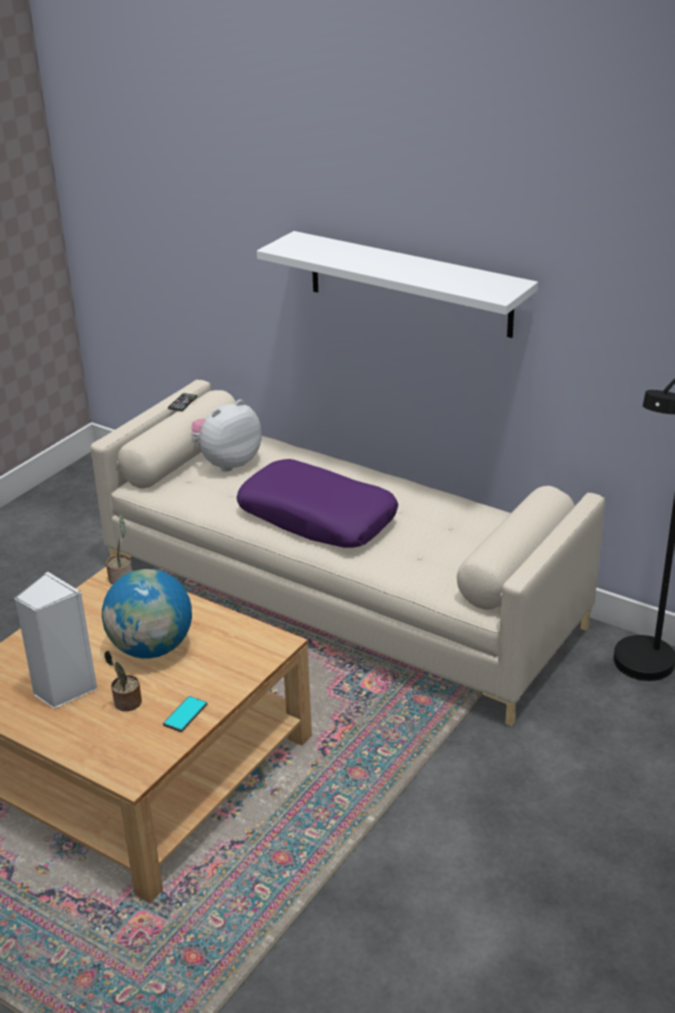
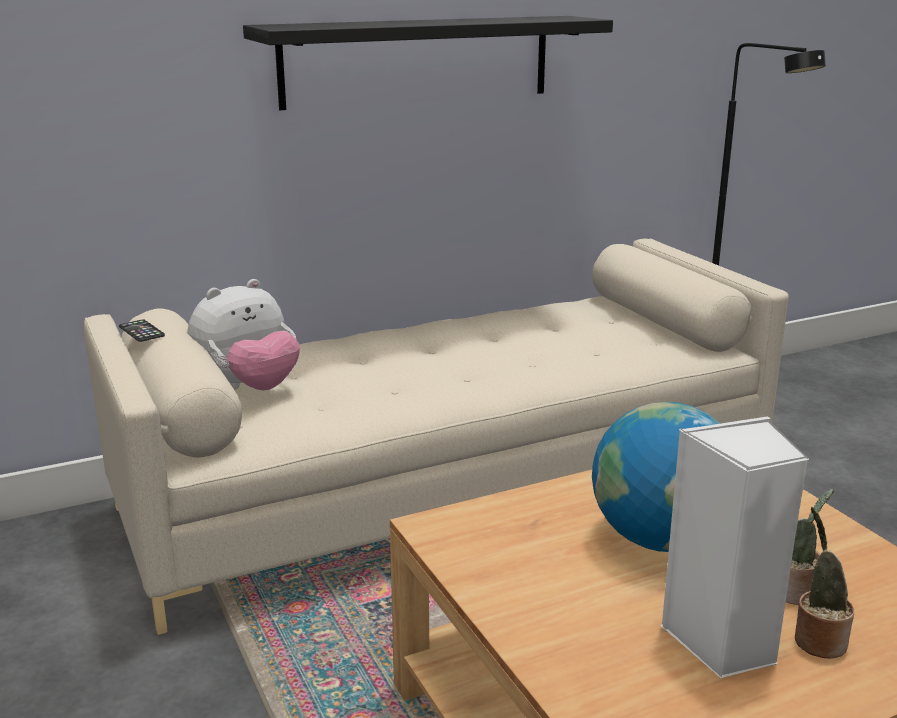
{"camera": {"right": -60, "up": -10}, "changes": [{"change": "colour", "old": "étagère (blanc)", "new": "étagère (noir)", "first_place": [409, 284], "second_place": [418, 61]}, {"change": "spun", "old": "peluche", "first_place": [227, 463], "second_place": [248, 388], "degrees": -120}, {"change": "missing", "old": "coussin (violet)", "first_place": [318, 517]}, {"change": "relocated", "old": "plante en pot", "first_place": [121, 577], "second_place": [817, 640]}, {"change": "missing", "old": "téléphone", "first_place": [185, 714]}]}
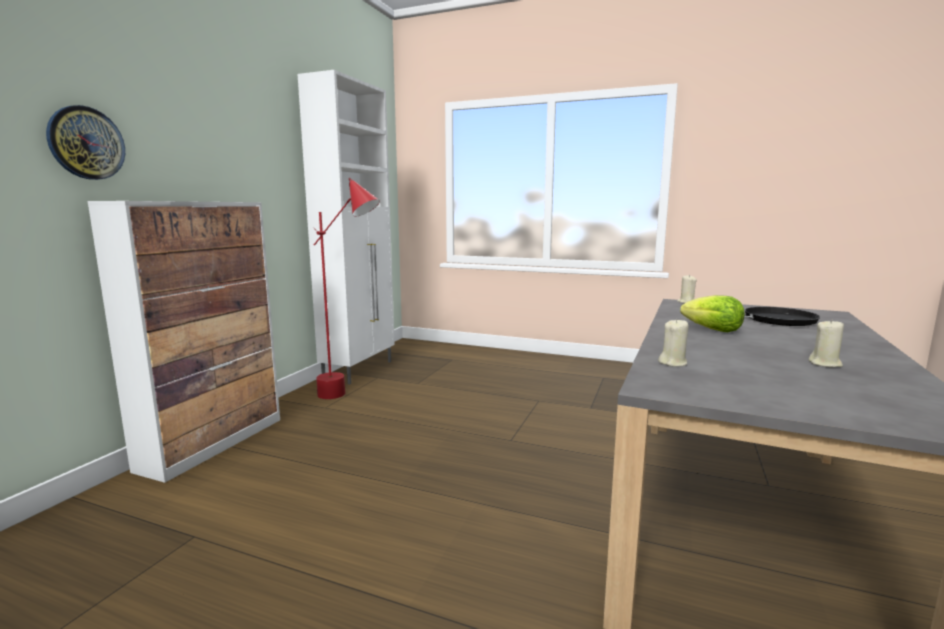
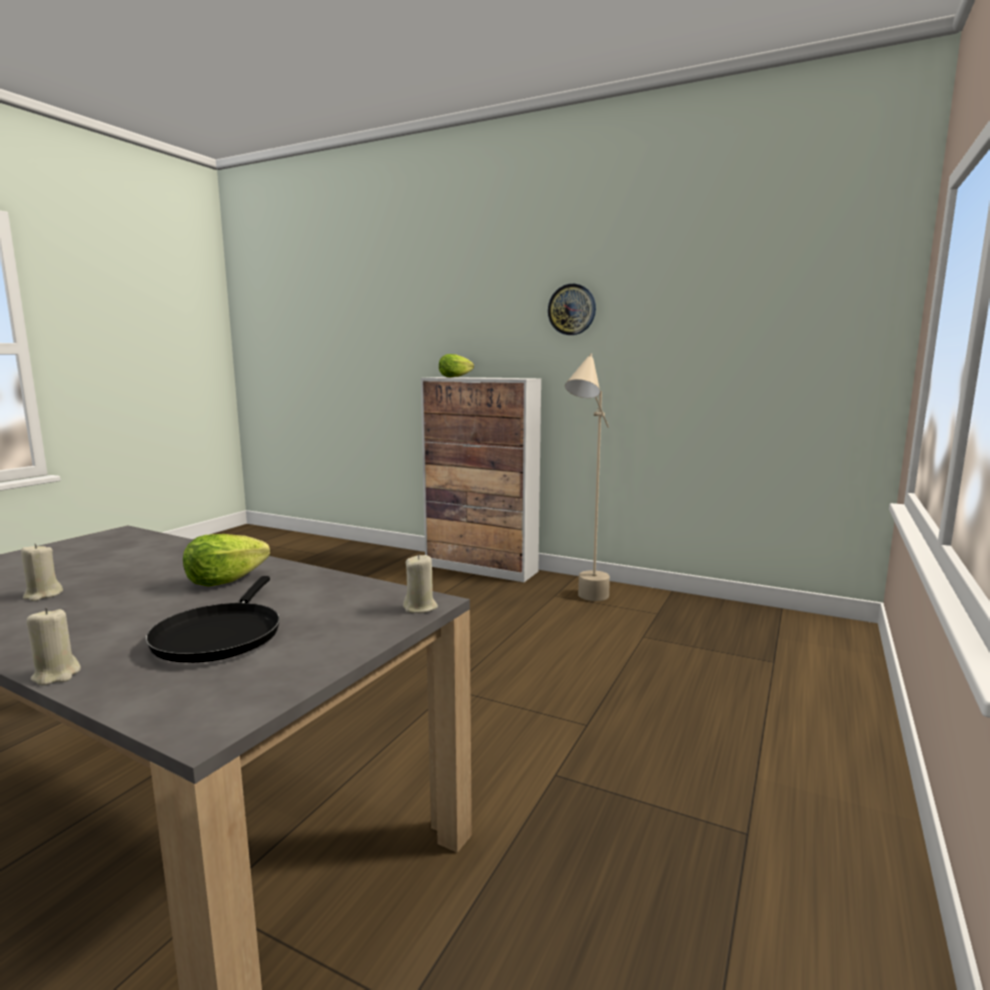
{"camera": {"right": 95, "up": 0}, "changes": [{"change": "missing", "old": "meuble de rangement (blanc)", "first_place": [360, 370]}, {"change": "relocated", "old": "horloge murale", "first_place": [86, 143], "second_place": [572, 309]}, {"change": "colour", "old": "lampadaire (rouge)", "new": "lampadaire (beige)", "first_place": [351, 397], "second_place": [586, 604]}, {"change": "relocated", "old": "bougie (beige)", "first_place": [673, 363], "second_place": [56, 675]}, {"change": "appeared", "new": "laitue", "second_place": [454, 377]}]}
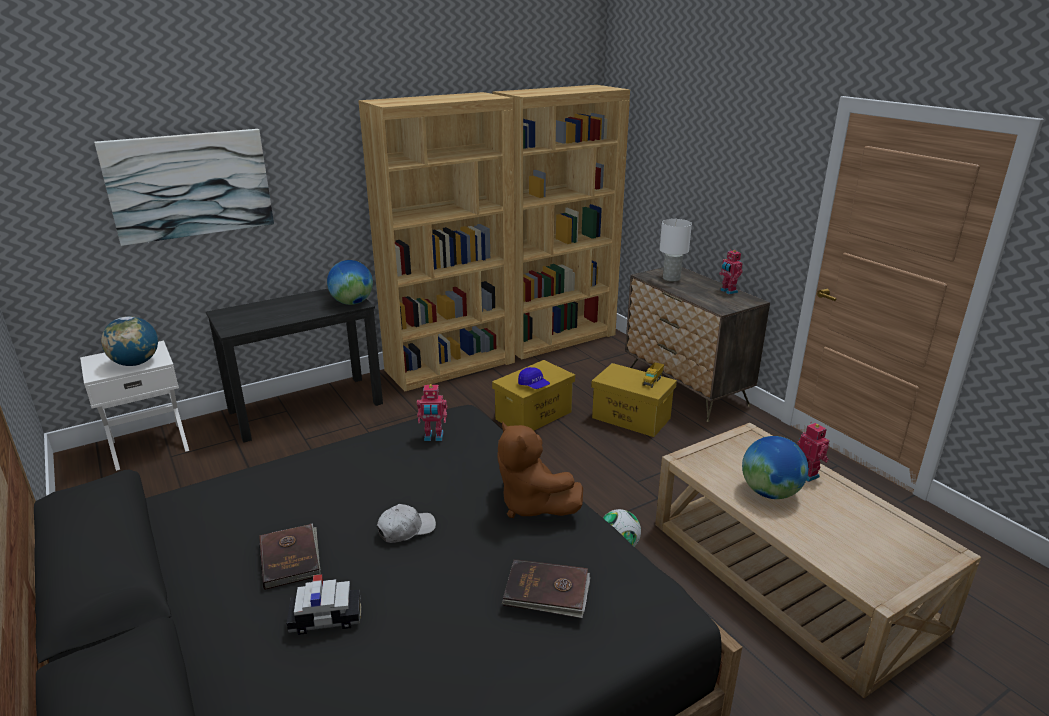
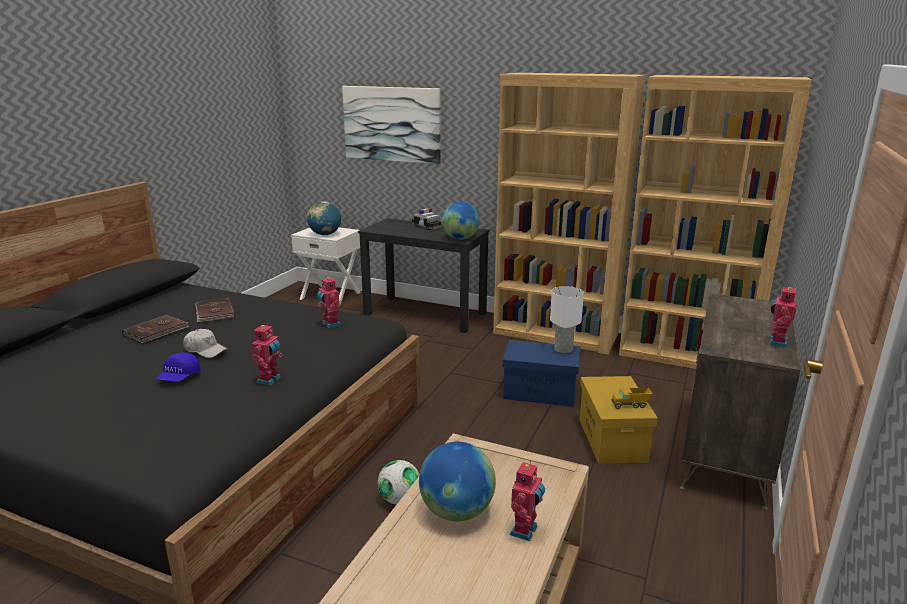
{"camera": {"right": 55, "up": -5}, "changes": [{"change": "relocated", "old": "lampe de table (blanc)", "first_place": [671, 278], "second_place": [563, 349]}, {"change": "colour", "old": "boîte de rangement (jaune)", "new": "boîte de rangement (bleu)", "first_place": [534, 415], "second_place": [540, 392]}, {"change": "relocated", "old": "casquette (bleu)", "first_place": [533, 385], "second_place": [179, 377]}, {"change": "exchanged", "old": "peluche (marron)", "new": "robot jouet", "first_place": [532, 505], "second_place": [270, 380]}, {"change": "relocated", "old": "livre (marron)", "first_place": [547, 591], "second_place": [214, 313]}, {"change": "relocated", "old": "petite voiture", "first_place": [326, 618], "second_place": [426, 226]}]}
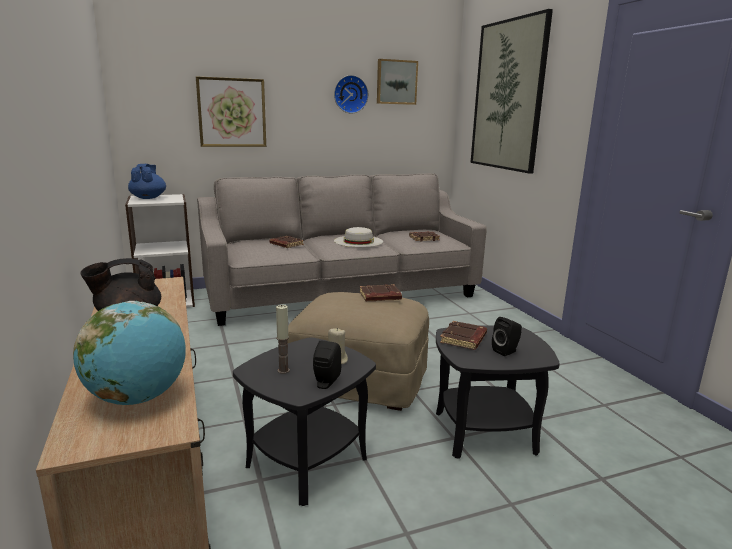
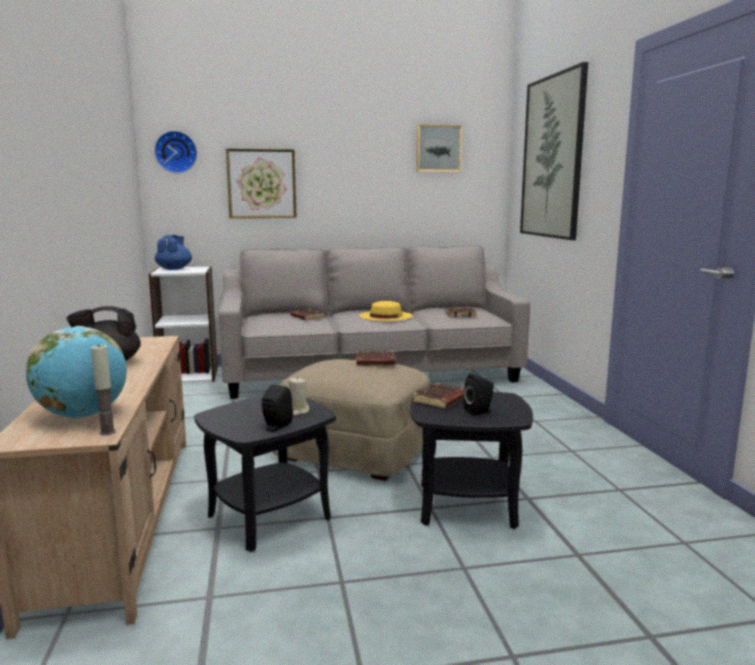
{"camera": {"right": 10, "up": -5}, "changes": [{"change": "relocated", "old": "horloge murale", "first_place": [350, 94], "second_place": [176, 152]}, {"change": "colour", "old": "chapeau (blanc)", "new": "chapeau (jaune)", "first_place": [358, 241], "second_place": [386, 316]}, {"change": "relocated", "old": "bougie", "first_place": [283, 370], "second_place": [107, 432]}]}
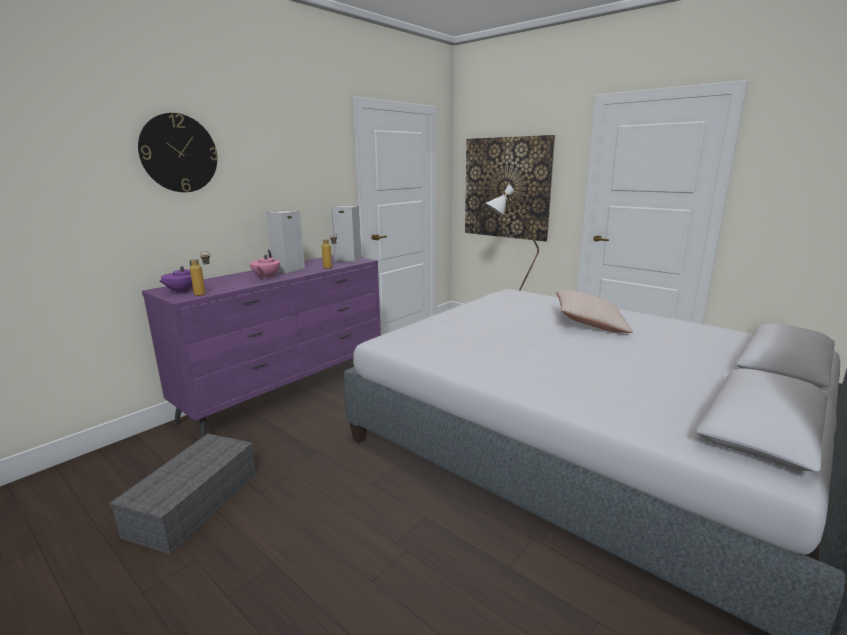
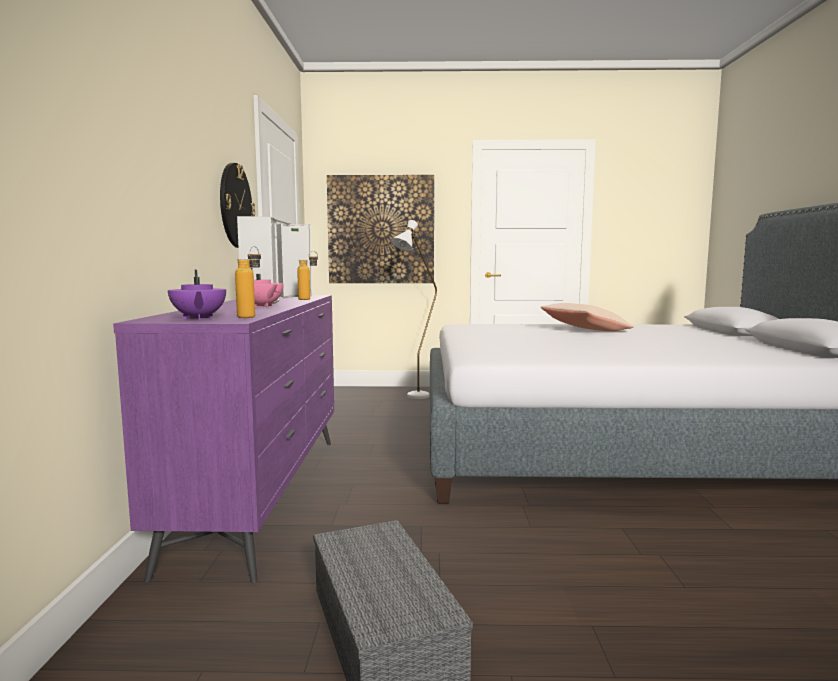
{"camera": {"right": -40, "up": -10}, "changes": [{"change": "relocated", "old": "horloge murale", "first_place": [179, 153], "second_place": [235, 206]}]}
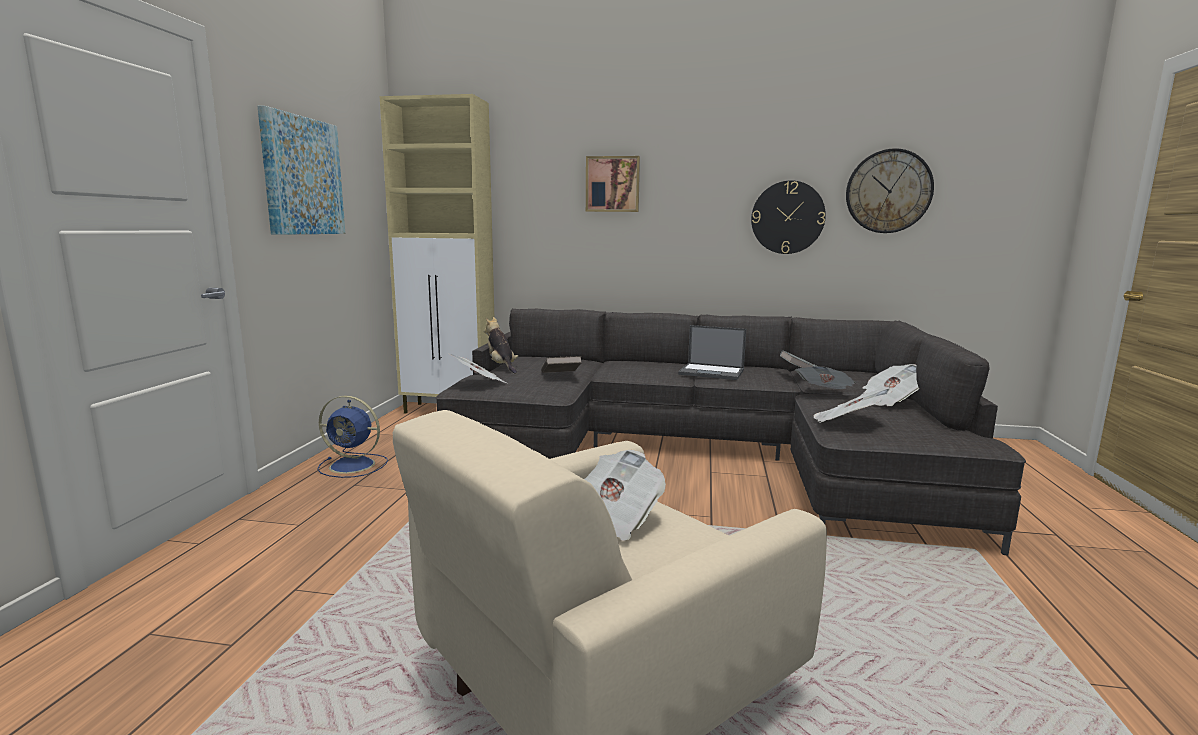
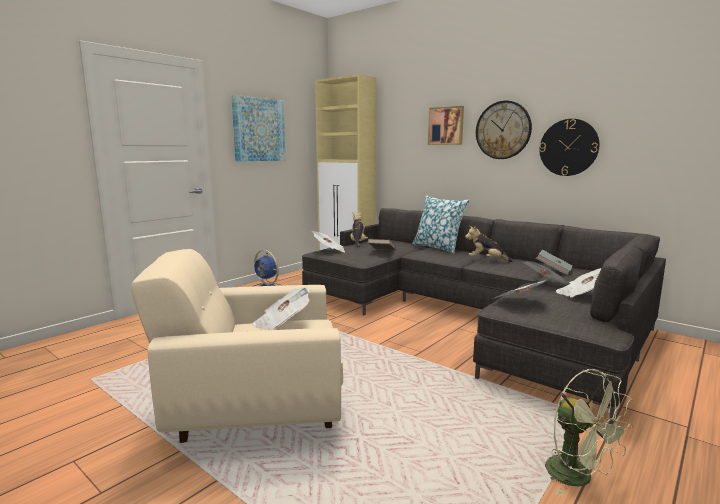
{"camera": {"right": 30, "up": 0}, "changes": [{"change": "relocated", "old": "horloge murale", "first_place": [888, 191], "second_place": [503, 130]}, {"change": "exchanged", "old": "ordinateur portable", "new": "peluche", "first_place": [712, 372], "second_place": [486, 260]}, {"change": "appeared", "new": "coussin", "second_place": [438, 248]}, {"change": "appeared", "new": "ventilateur (vert)", "second_place": [578, 477]}]}
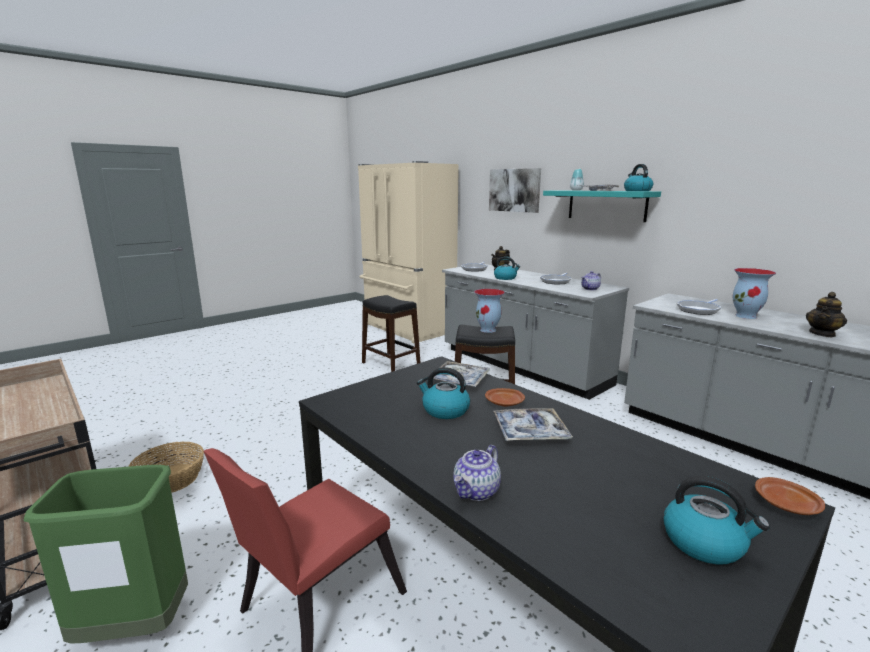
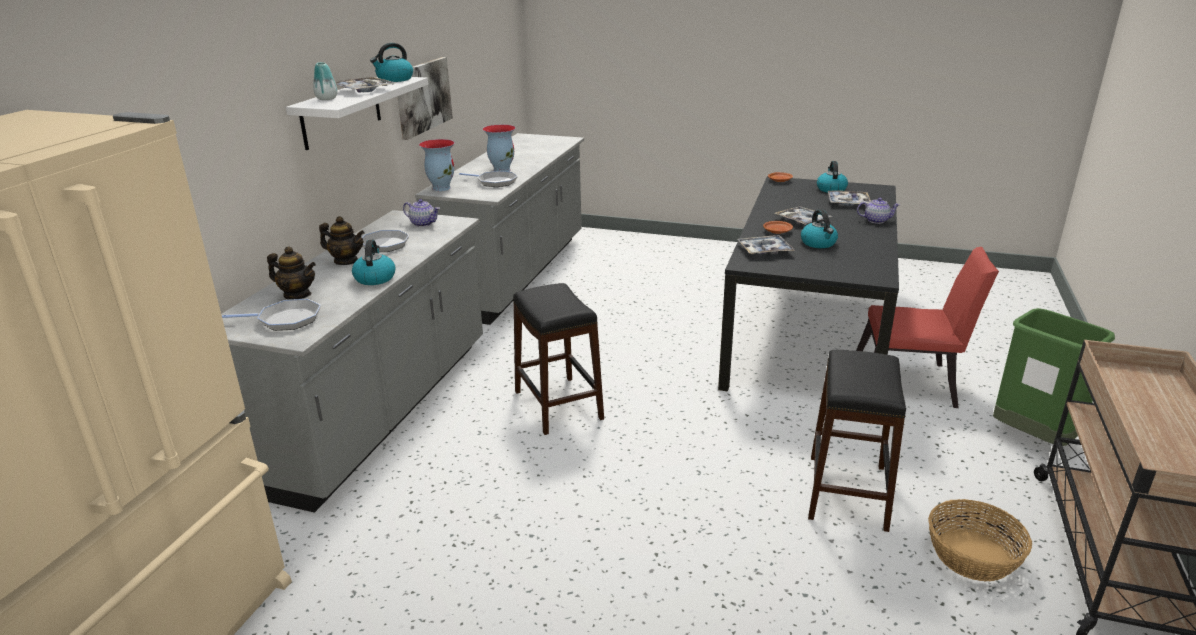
{"camera": {"right": -120, "up": 10}, "changes": [{"change": "relocated", "old": "tableau", "first_place": [514, 190], "second_place": [423, 97]}, {"change": "colour", "old": "étagère (turquoise)", "new": "étagère (blanc)", "first_place": [606, 205], "second_place": [341, 112]}, {"change": "relocated", "old": "vase", "first_place": [488, 330], "second_place": [441, 188]}, {"change": "relocated", "old": "théière", "first_place": [822, 334], "second_place": [346, 261]}, {"change": "relocated", "old": "tabouret (noir)", "first_place": [390, 364], "second_place": [848, 492]}, {"change": "appeared", "new": "plateau", "second_place": [848, 202]}]}
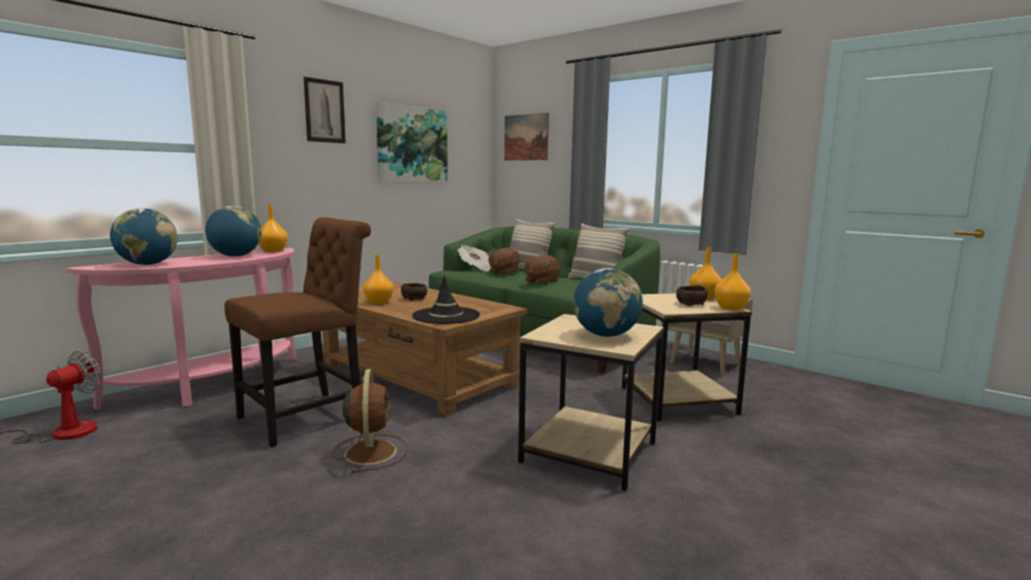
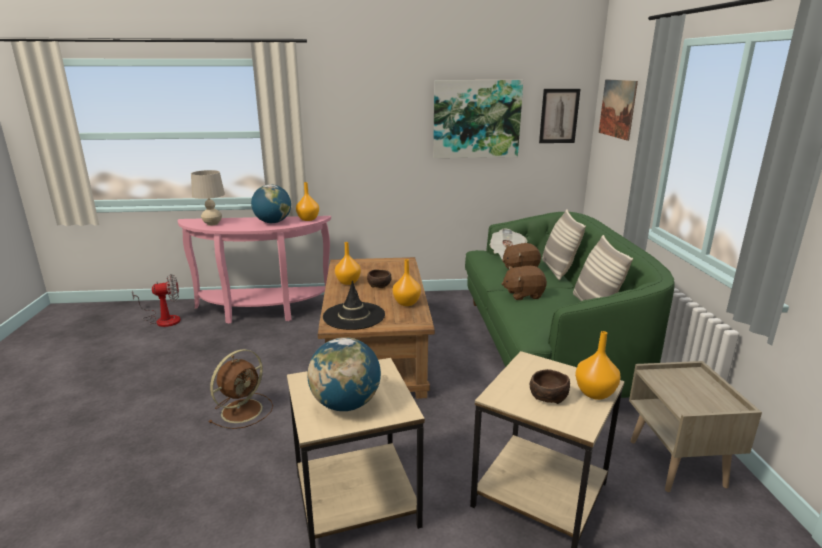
{"camera": {"right": 45, "up": 10}, "changes": [{"change": "relocated", "old": "tableau", "first_place": [324, 111], "second_place": [559, 116]}, {"change": "exchanged", "old": "globe", "new": "lampe de table (beige)", "first_place": [147, 264], "second_place": [212, 224]}, {"change": "missing", "old": "chaise (marron)", "first_place": [308, 416]}, {"change": "relocated", "old": "vase (orange)", "first_place": [731, 308], "second_place": [406, 303]}]}
